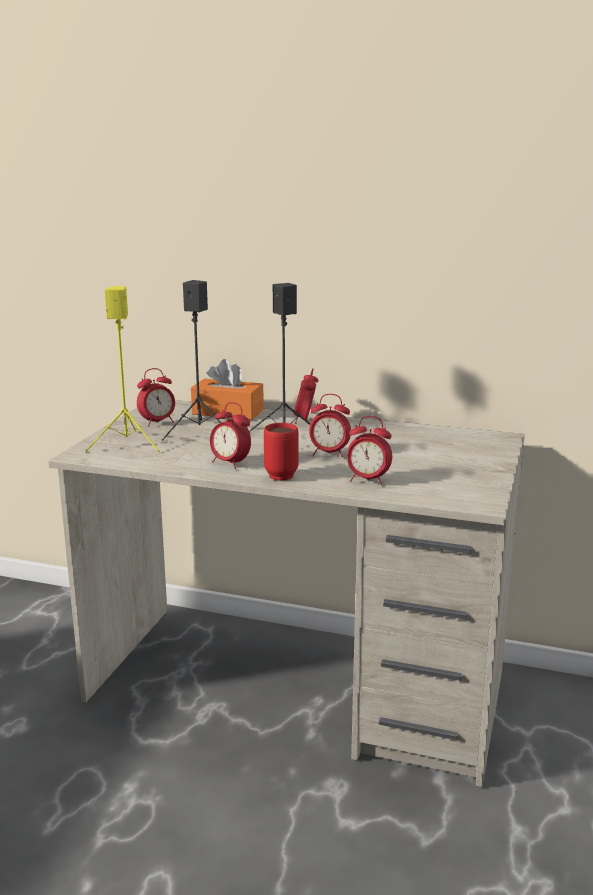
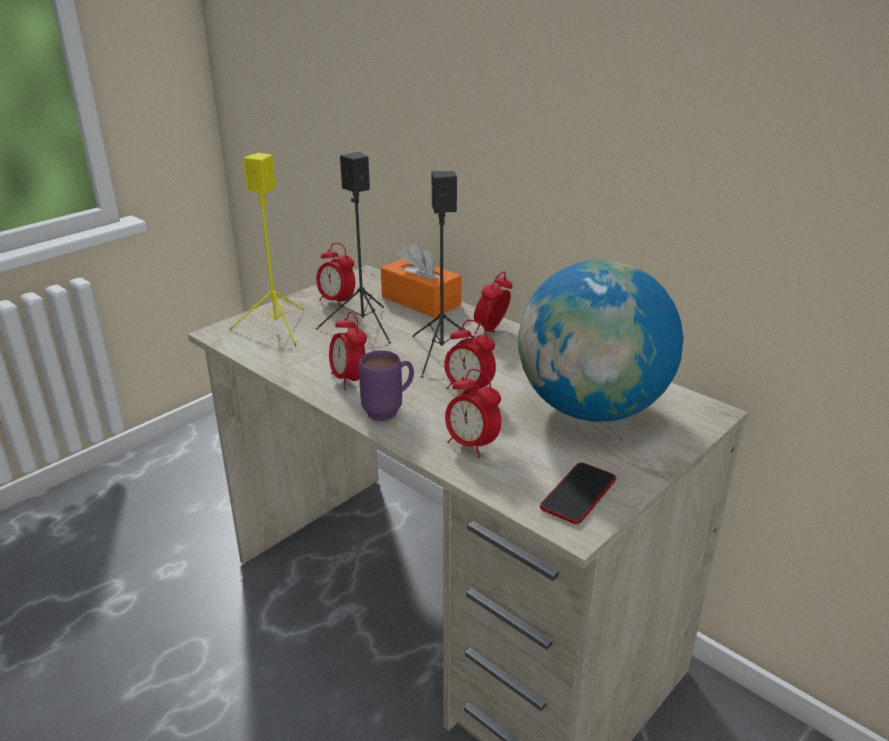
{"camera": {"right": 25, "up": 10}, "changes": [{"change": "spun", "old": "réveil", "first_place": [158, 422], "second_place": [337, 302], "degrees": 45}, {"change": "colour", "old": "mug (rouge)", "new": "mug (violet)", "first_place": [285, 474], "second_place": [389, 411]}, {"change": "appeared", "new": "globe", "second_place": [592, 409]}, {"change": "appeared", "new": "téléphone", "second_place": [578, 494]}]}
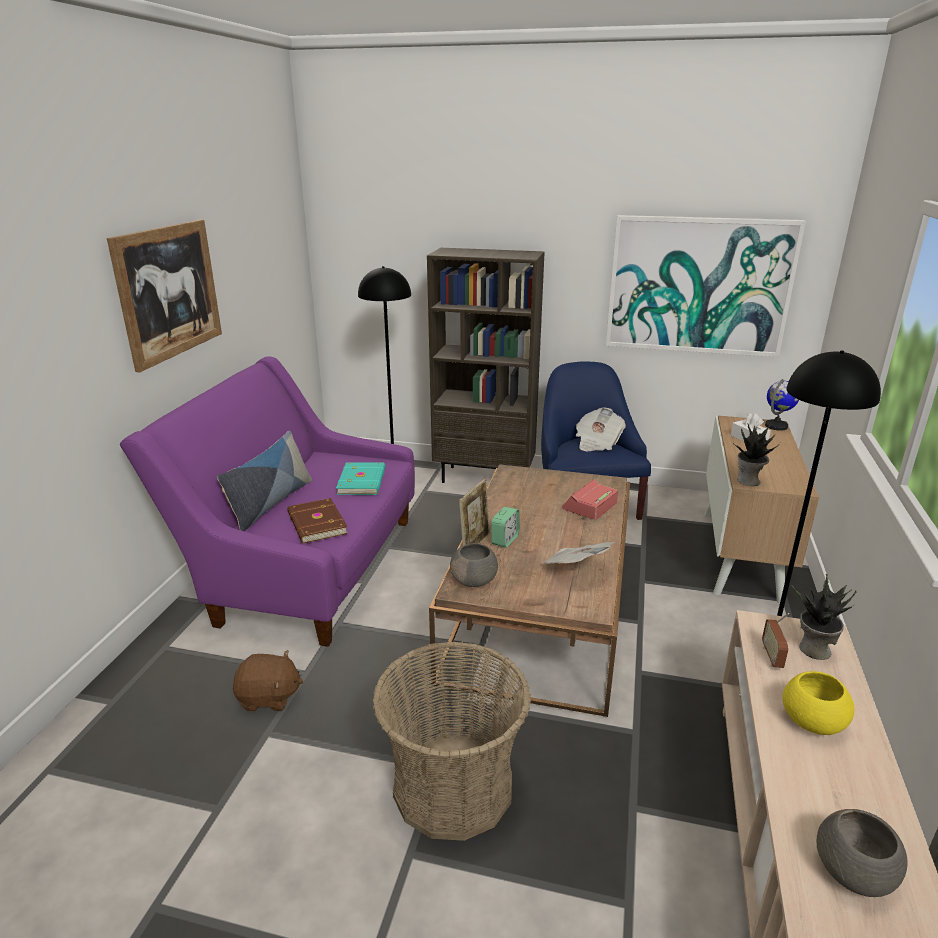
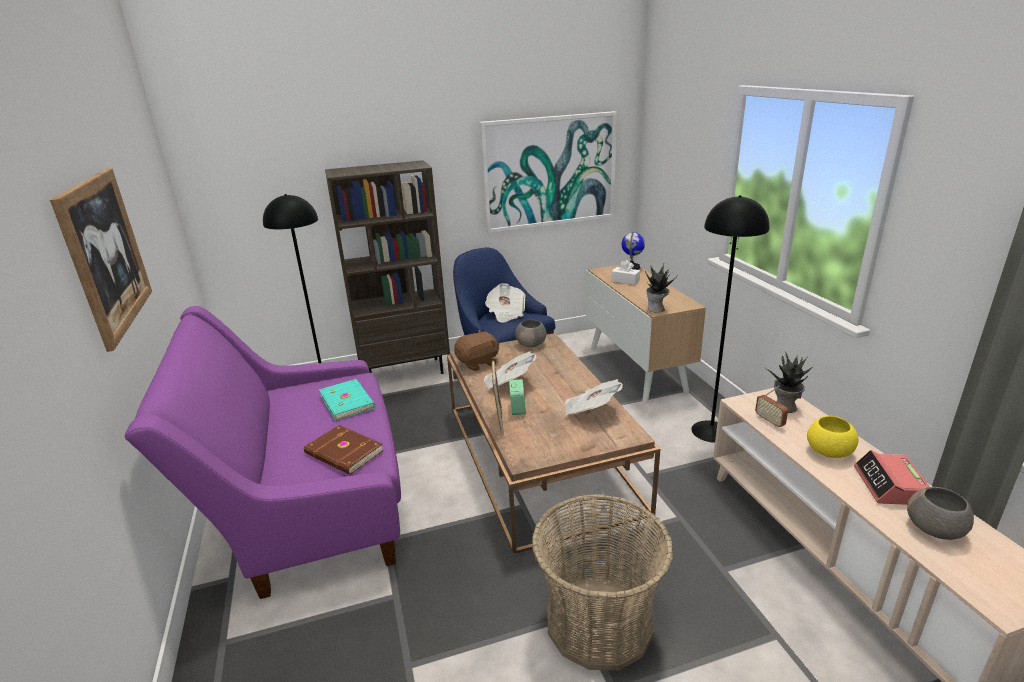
{"camera": {"right": -30, "up": 0}, "changes": [{"change": "missing", "old": "coussin", "first_place": [270, 503]}, {"change": "relocated", "old": "réveil", "first_place": [589, 506], "second_place": [889, 486]}, {"change": "relocated", "old": "bol (gris)", "first_place": [474, 580], "second_place": [531, 344]}, {"change": "relocated", "old": "peluche (marron)", "first_place": [269, 697], "second_place": [478, 363]}, {"change": "appeared", "new": "journal", "second_place": [508, 383]}]}
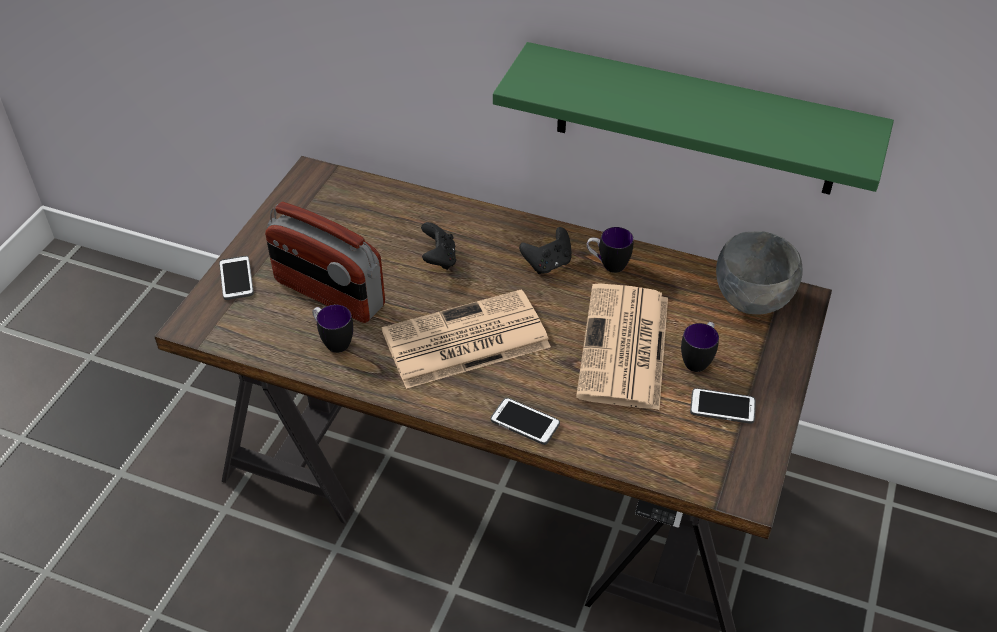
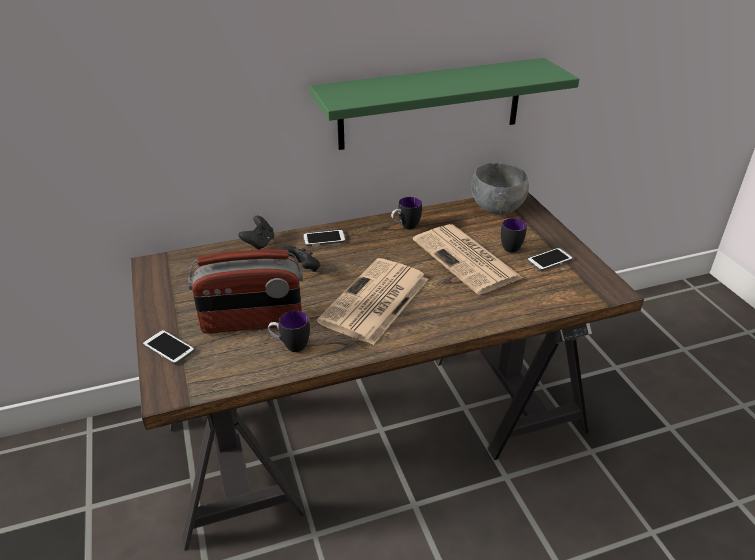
{"camera": {"right": -40, "up": -10}, "changes": [{"change": "relocated", "old": "manette (noir)", "first_place": [548, 264], "second_place": [259, 243]}, {"change": "relocated", "old": "téléphone", "first_place": [525, 422], "second_place": [324, 239]}]}
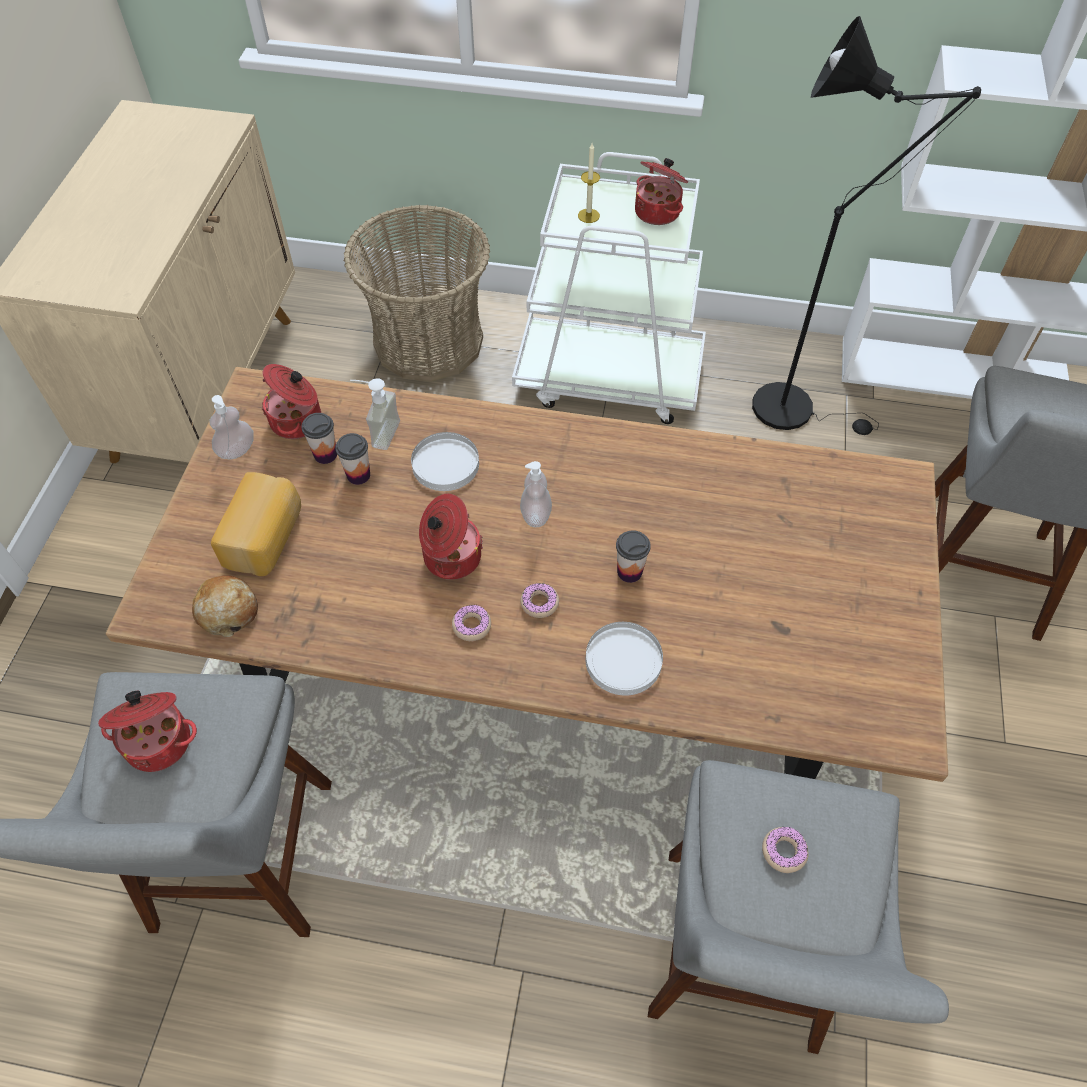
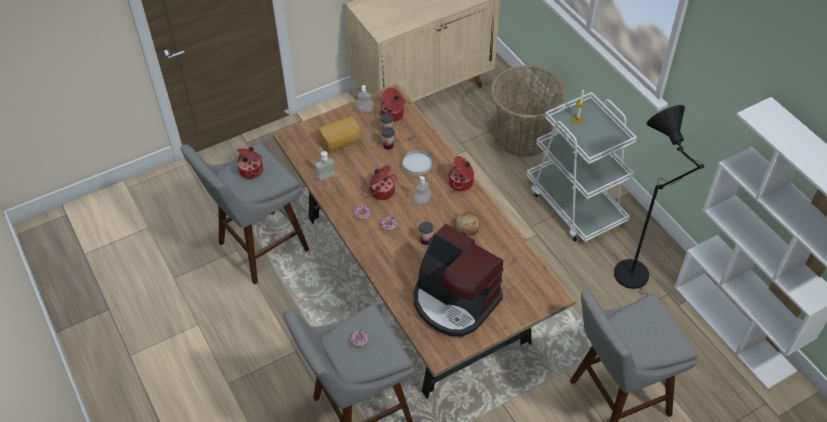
{"camera": {"right": 50, "up": -5}, "changes": [{"change": "relocated", "old": "marmite", "first_place": [658, 211], "second_place": [461, 183]}, {"change": "relocated", "old": "distributeur de savon", "first_place": [378, 432], "second_place": [325, 173]}, {"change": "relocated", "old": "pain", "first_place": [227, 611], "second_place": [467, 226]}, {"change": "missing", "old": "assiette (blanc)", "first_place": [624, 660]}, {"change": "appeared", "new": "machine à café", "second_place": [454, 301]}]}
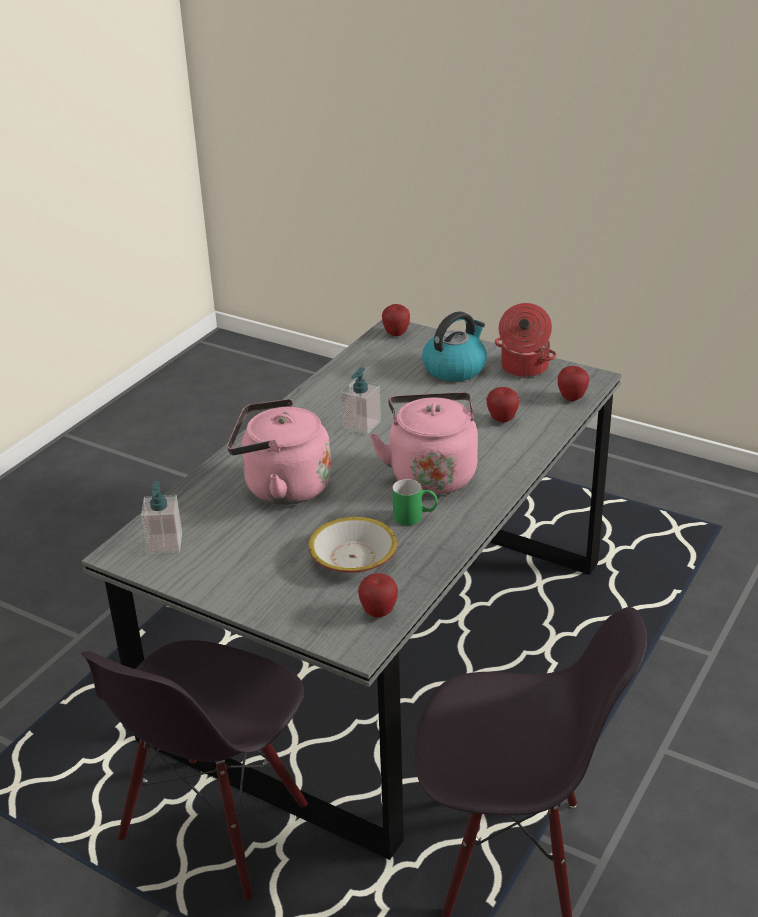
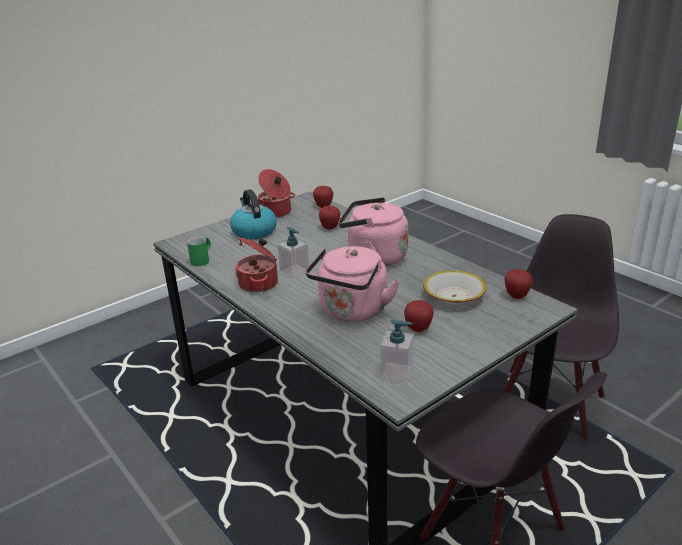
{"camera": {"right": -70, "up": -5}, "changes": [{"change": "relocated", "old": "pomme", "first_place": [396, 334], "second_place": [418, 329]}, {"change": "relocated", "old": "mug (vert)", "first_place": [415, 517], "second_place": [202, 260]}, {"change": "appeared", "new": "marmite", "second_place": [259, 283]}]}
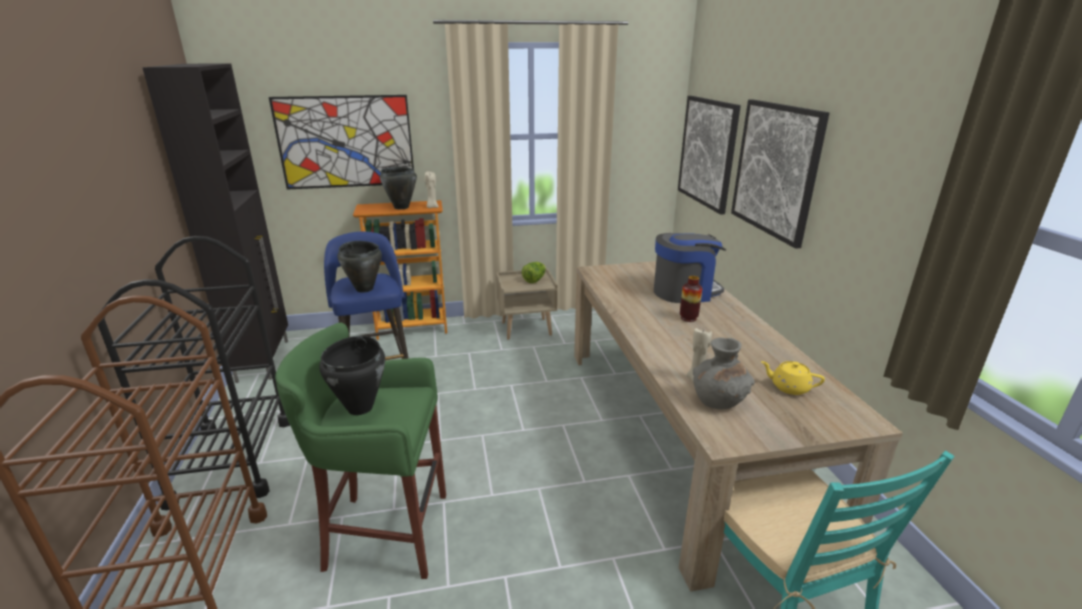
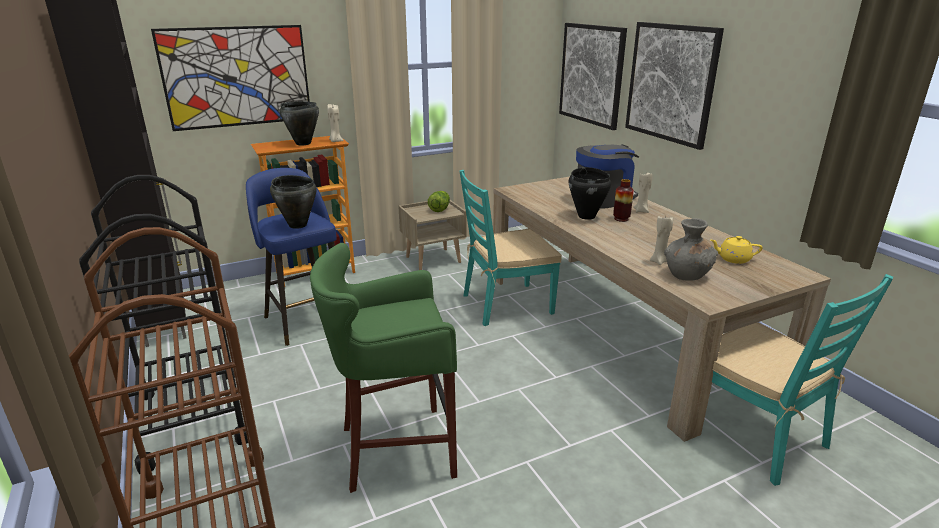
{"camera": {"right": -15, "up": 0}, "changes": [{"change": "relocated", "old": "marmite (noir)", "first_place": [361, 407], "second_place": [586, 216]}, {"change": "appeared", "new": "chaise (turquoise)", "second_place": [506, 304]}, {"change": "appeared", "new": "bougie (beige)", "second_place": [641, 211]}]}
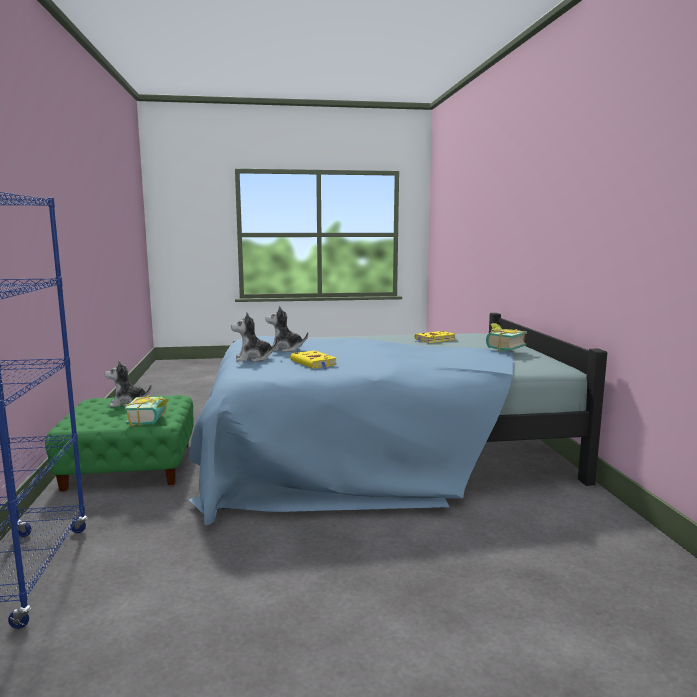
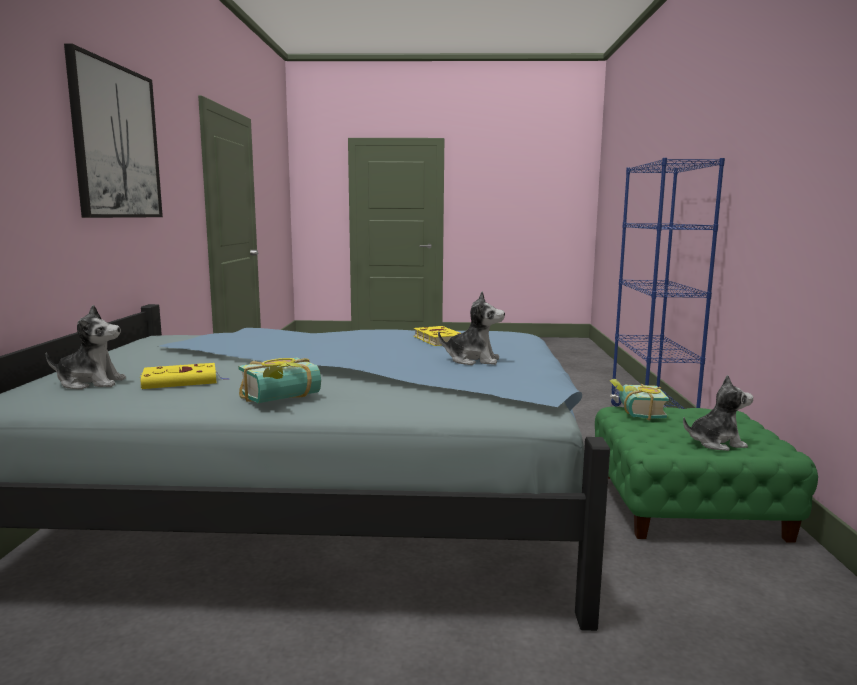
{"camera": {"right": -170, "up": 0}, "changes": [{"change": "relocated", "old": "peluche", "first_place": [253, 359], "second_place": [91, 383]}, {"change": "relocated", "old": "livre", "first_place": [502, 348], "second_place": [283, 399]}, {"change": "appeared", "new": "tableau", "second_place": [116, 142]}]}
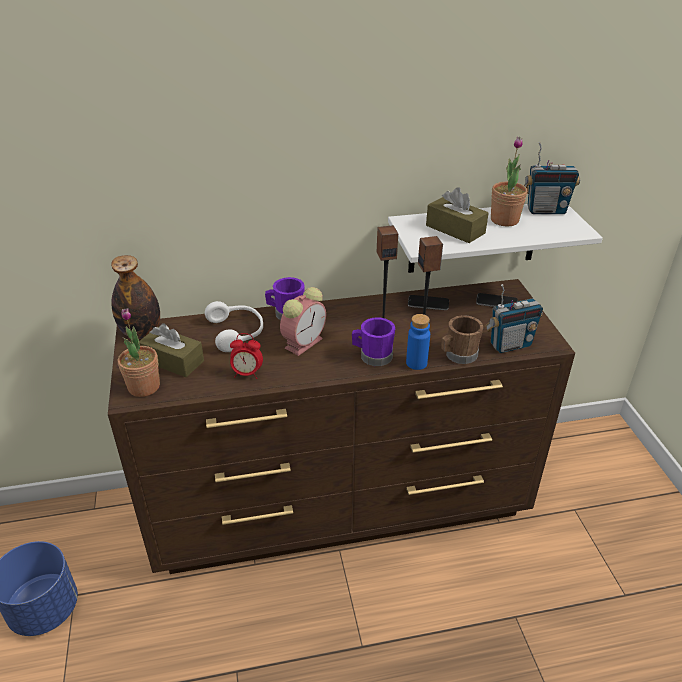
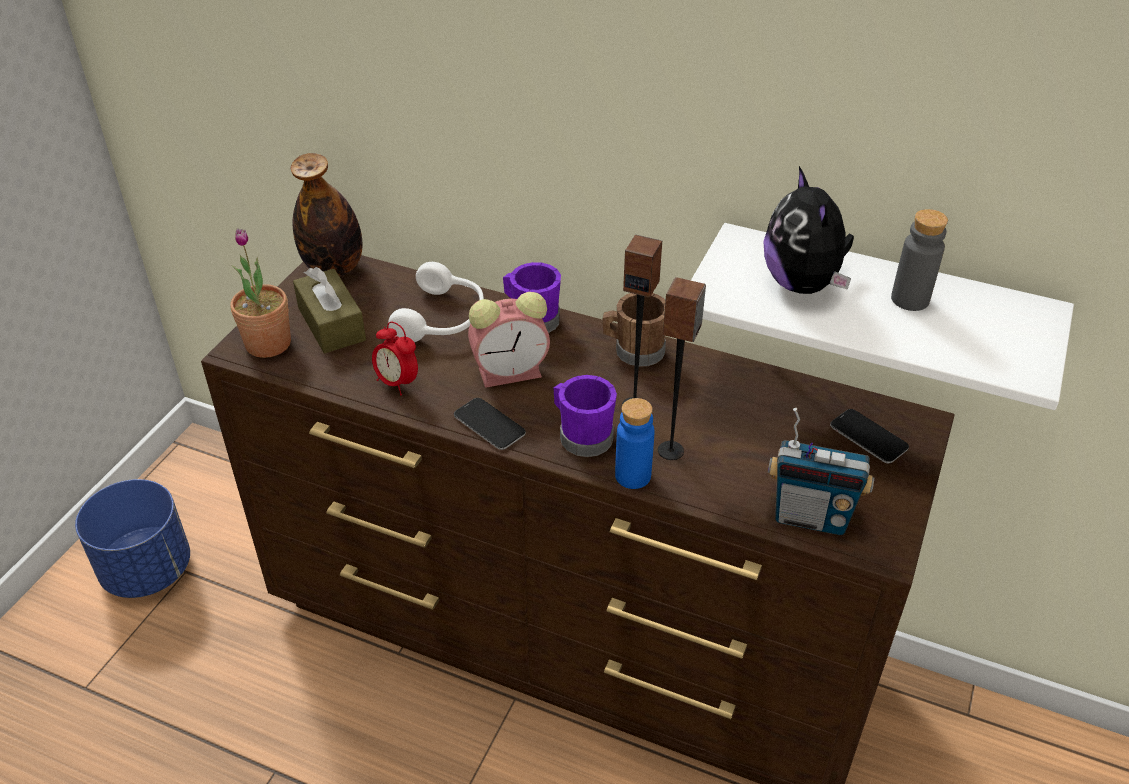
{"camera": {"right": 35, "up": 5}, "changes": [{"change": "exchanged", "old": "plante en pot", "new": "bouteille (gris)", "first_place": [504, 220], "second_place": [910, 299]}, {"change": "missing", "old": "radio", "first_place": [545, 210]}, {"change": "exchanged", "old": "boîte à mouchoirs (marron)", "new": "peluche", "first_place": [455, 229], "second_place": [803, 284]}, {"change": "relocated", "old": "téléphone", "first_place": [428, 303], "second_place": [489, 425]}, {"change": "relocated", "old": "mug (marron)", "first_place": [458, 355], "second_place": [634, 351]}]}
